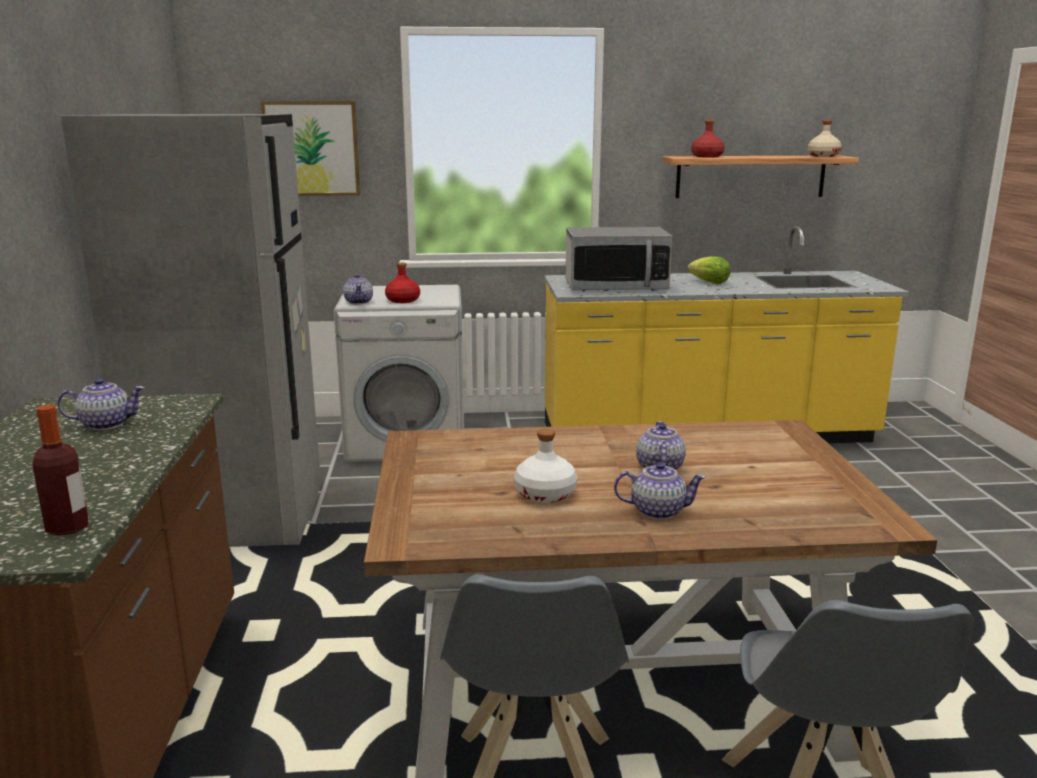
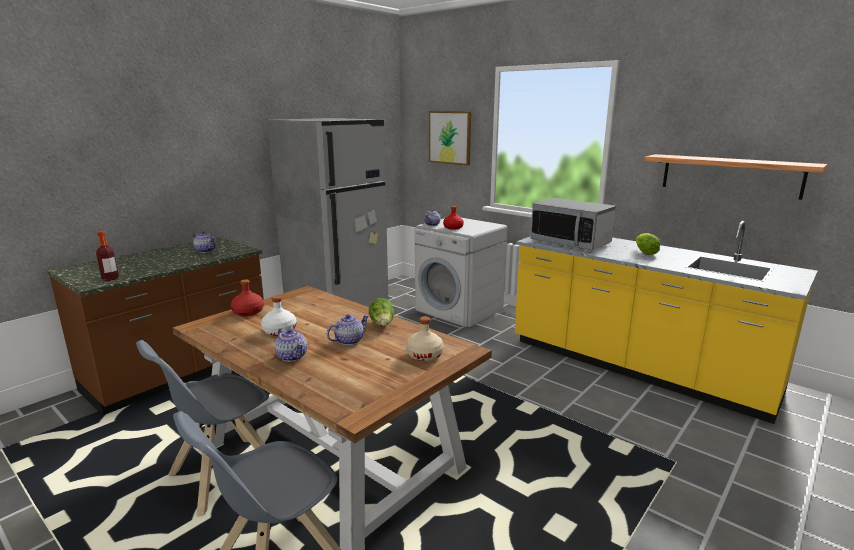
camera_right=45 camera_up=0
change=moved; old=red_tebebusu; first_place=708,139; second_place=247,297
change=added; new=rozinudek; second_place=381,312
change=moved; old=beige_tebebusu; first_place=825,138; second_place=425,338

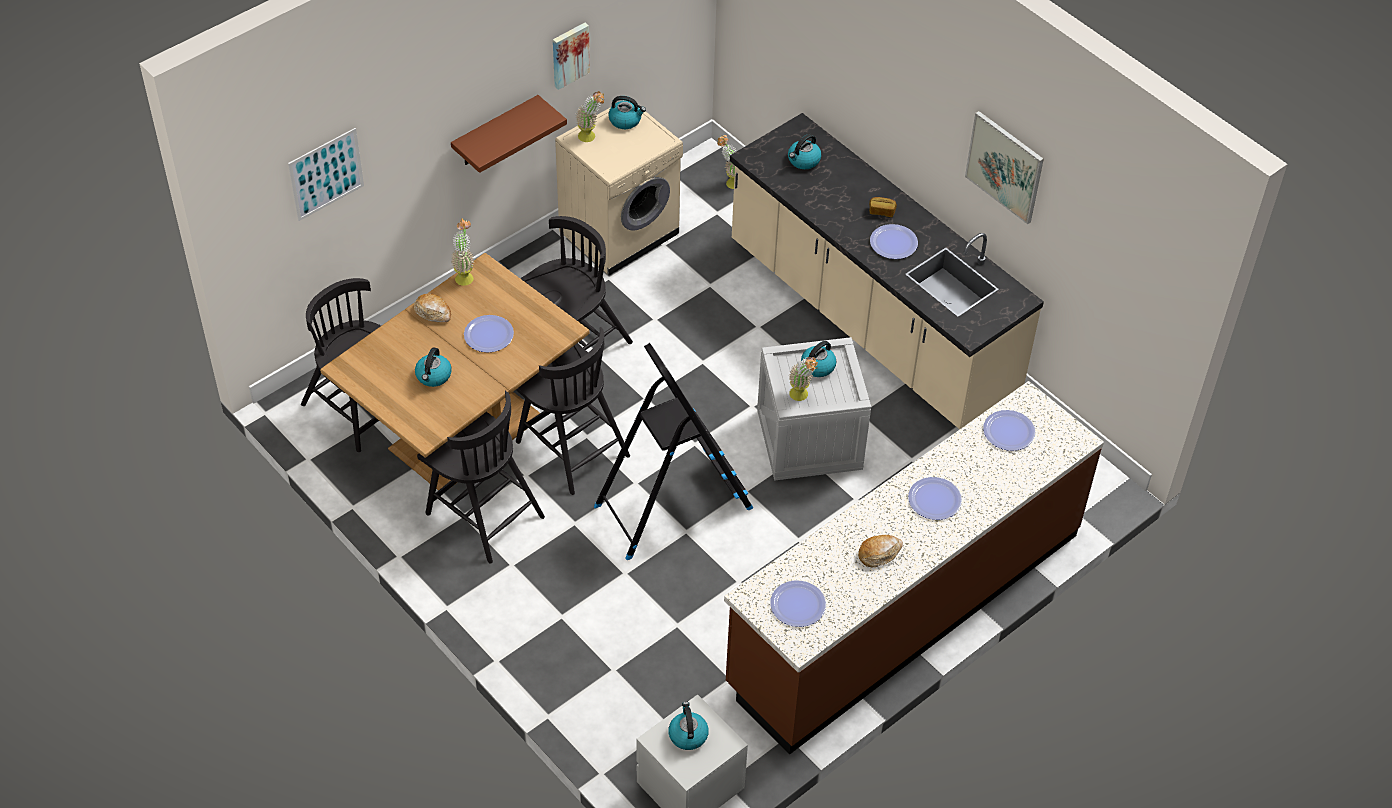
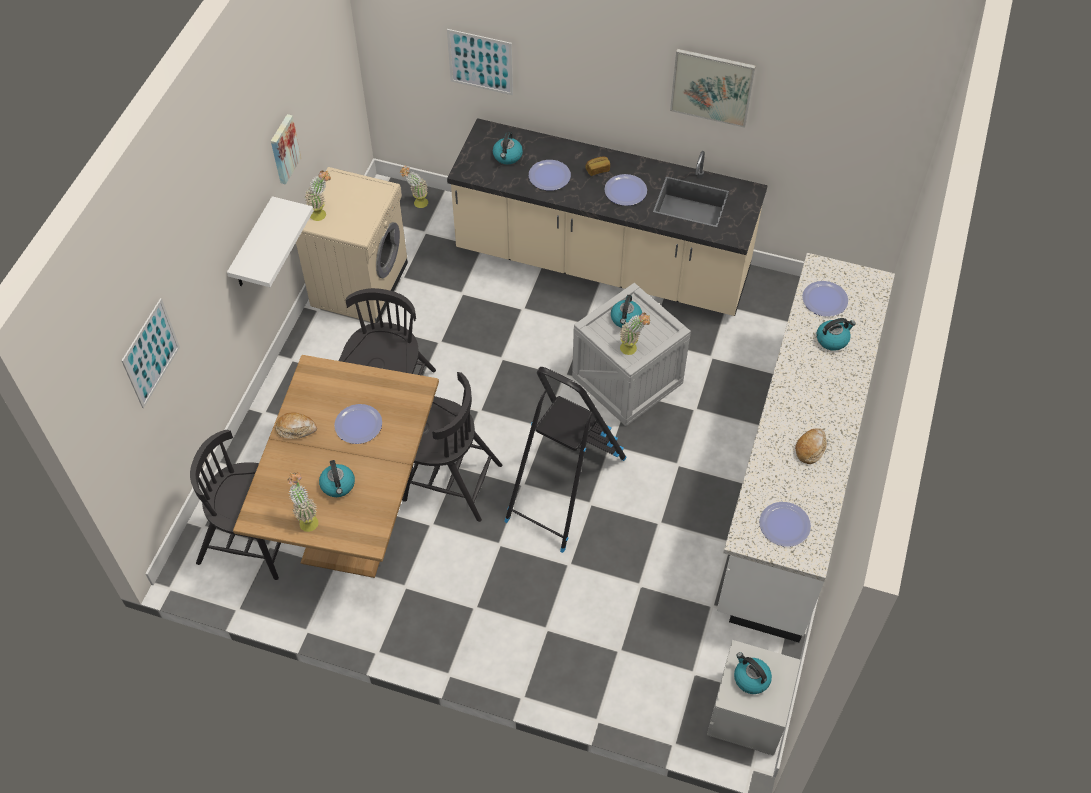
camera_right=-30 camera_up=5
change=recoloured; old=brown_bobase; new=white_bobase; first_place=509,134; second_place=270,241
change=moved; old=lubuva; first_place=462,252; second_place=303,502
change=added; new=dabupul; second_place=480,62
change=moved; old=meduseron; first_place=935,498; second_place=550,175
change=recoloured; old=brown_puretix; new=white_puretix; first_place=914,568; second_place=806,447
change=moved; old=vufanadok; first_place=627,112; second_place=836,334
change=removed; old=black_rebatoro; first_place=481,477

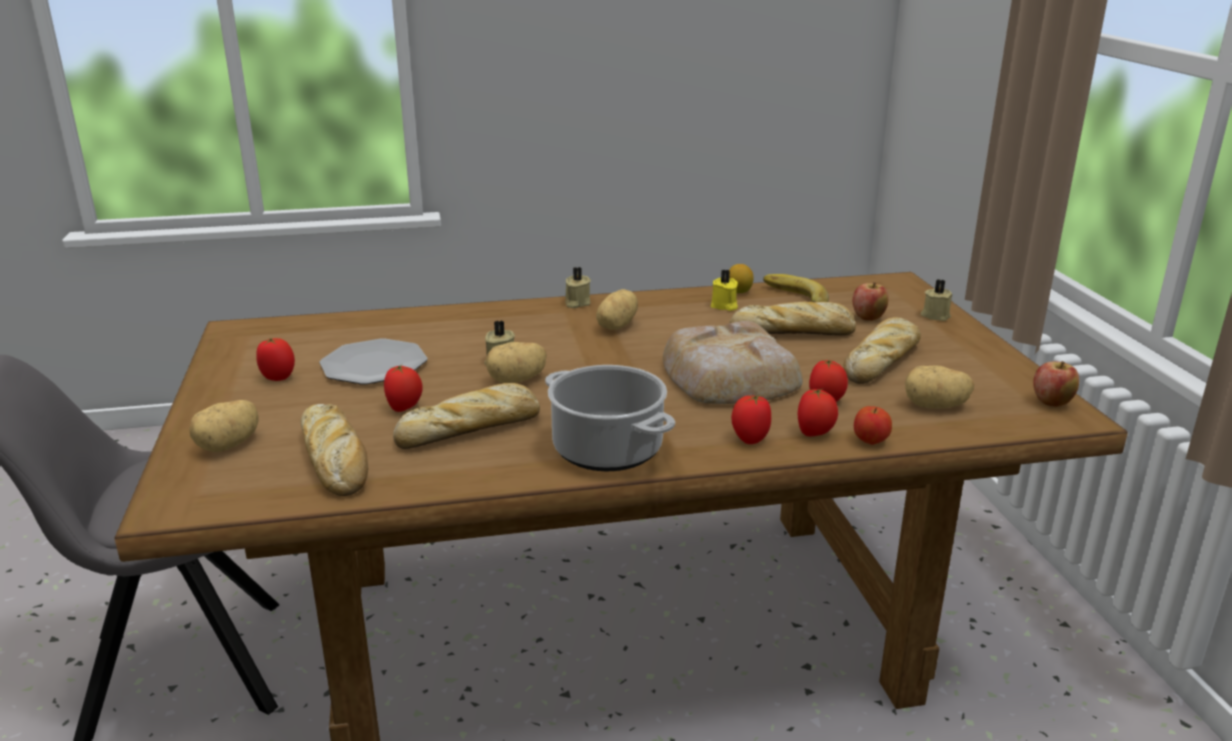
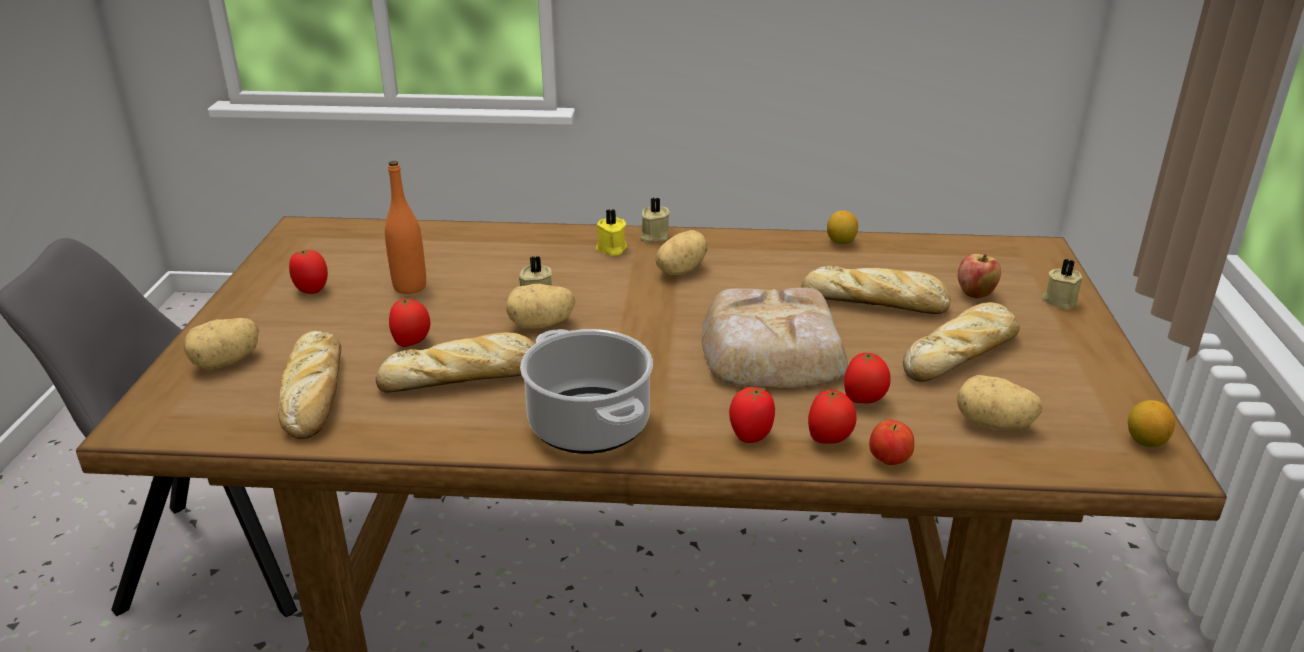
camera_right=15 camera_up=5
change=replaced; old=meduseron; new=orange_tebebusu; first_place=373,361; second_place=405,227
change=moved; old=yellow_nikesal; first_place=724,290; second_place=612,233
change=replaced; old=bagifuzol; new=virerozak; first_place=1056,384; second_place=1151,423
change=removed; old=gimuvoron; first_place=796,288

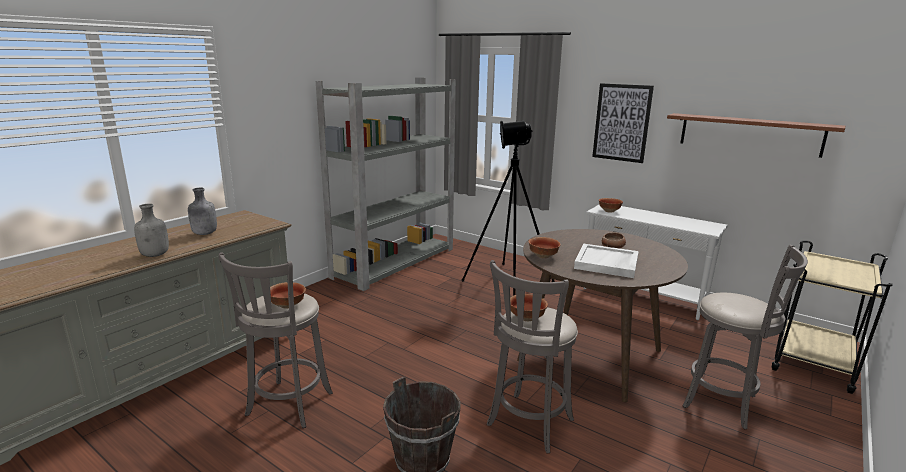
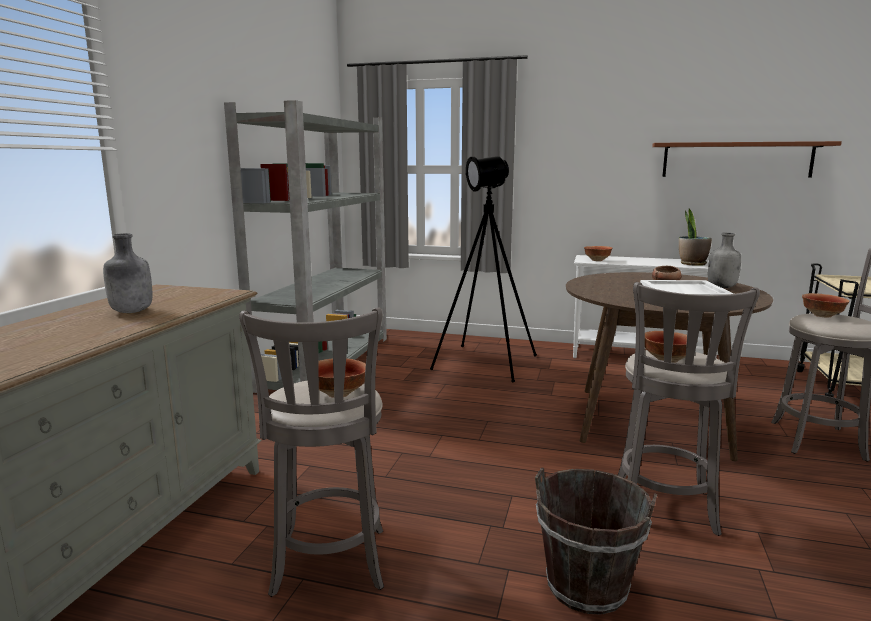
camera_right=-20 camera_up=-5
change=added; new=lubuva; second_place=695,237
change=moved; old=grey_tebebusu; first_place=151,230; second_place=724,260
change=moved; old=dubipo; first_place=544,247; second_place=826,305
change=removed; old=dabupul; first_place=623,123

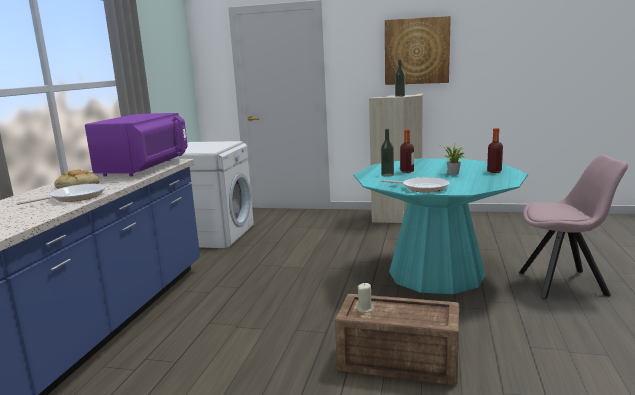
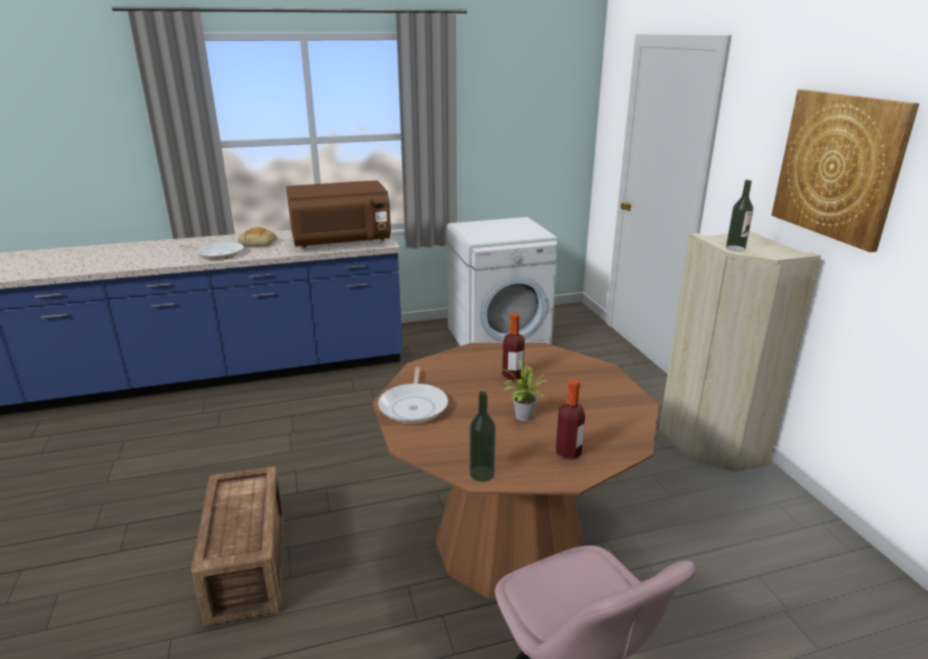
camera_right=60 camera_up=10
change=recoloured; old=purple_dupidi; new=brown_dupidi; first_place=136,144; second_place=338,214
change=recoloured; old=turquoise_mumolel; new=brown_mumolel; first_place=440,226; second_place=515,471
change=moved; old=tebebusu; first_place=387,153; second_place=482,436
change=removed; old=beige_nikesal; first_place=365,298

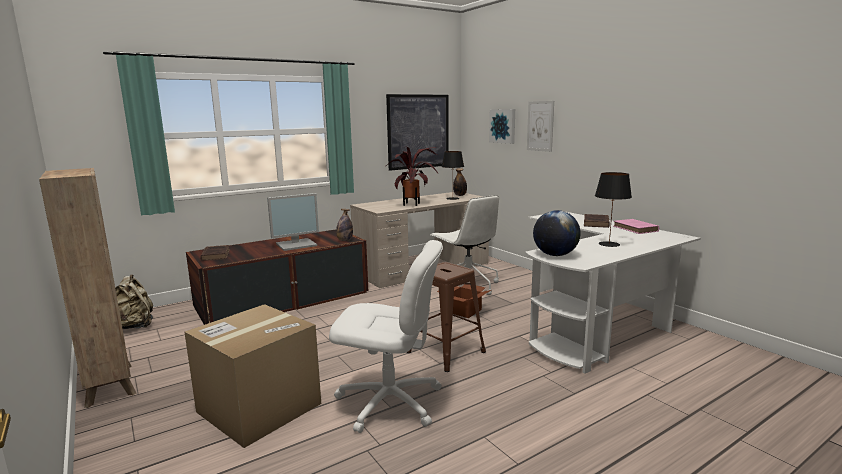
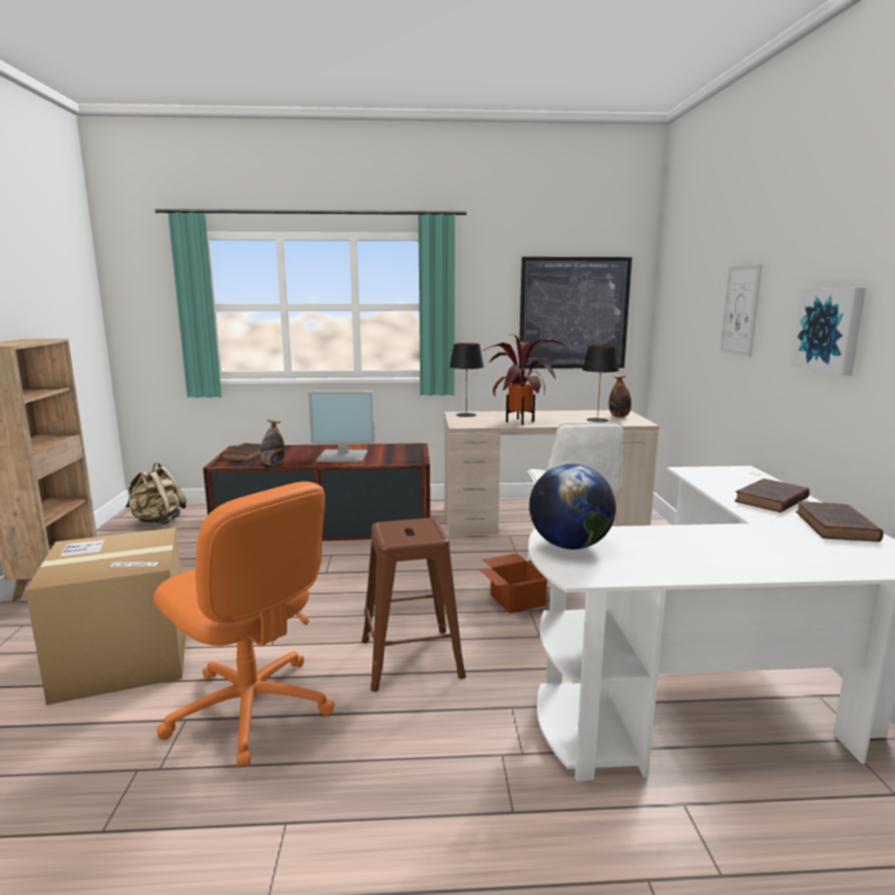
camera_right=30 camera_up=0
change=recoloured; old=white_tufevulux; new=orange_tufevulux; first_place=386,336; second_place=244,624
change=moved; old=tebebusu; first_place=344,225; second_place=273,442
change=moved; old=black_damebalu; first_place=613,209; second_place=467,380
change=moved; old=dabupul; first_place=502,126; second_place=828,332
change=recoloured; old=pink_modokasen; new=brown_modokasen; first_place=636,226; second_place=839,521

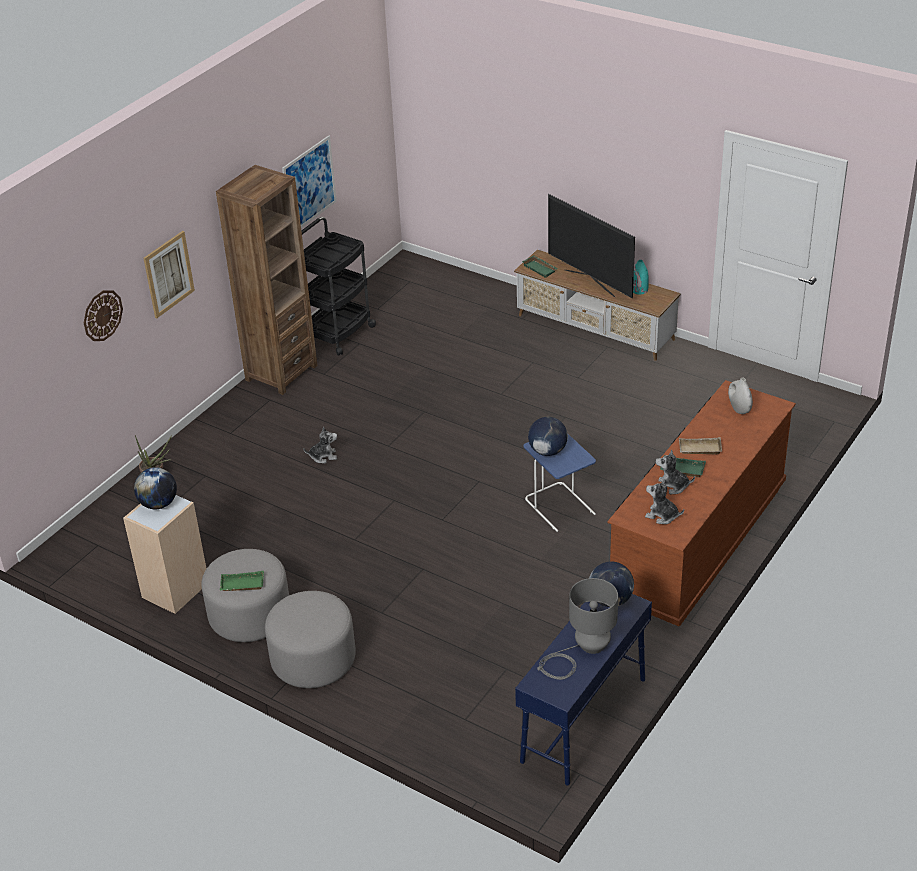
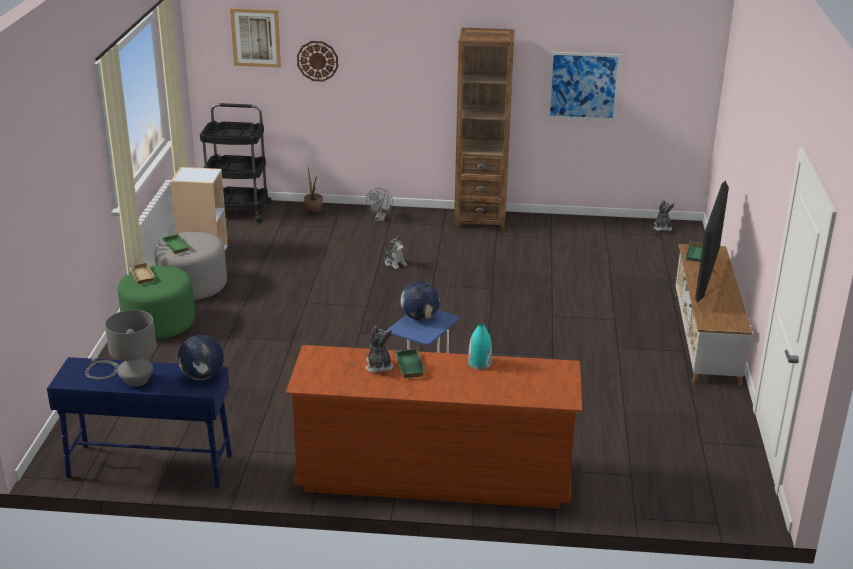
camera_right=60 camera_up=-10
change=recoloured; old=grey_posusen; new=green_posusen; first_place=310,639; second_place=156,302
change=moved; old=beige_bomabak; first_place=700,445; second_place=142,273
change=moved; old=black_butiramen; first_place=338,286; second_place=235,162
change=moved; old=dabupul; first_place=169,274; second_place=255,37
change=added; new=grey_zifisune; second_place=379,204
change=moved; old=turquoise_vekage; first_place=641,277; second_place=480,346
change=moved; old=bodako; first_place=664,501; second_place=664,215
change=removed; old=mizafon; first_place=155,488
change=removed; old=white_vekage; first_place=740,395

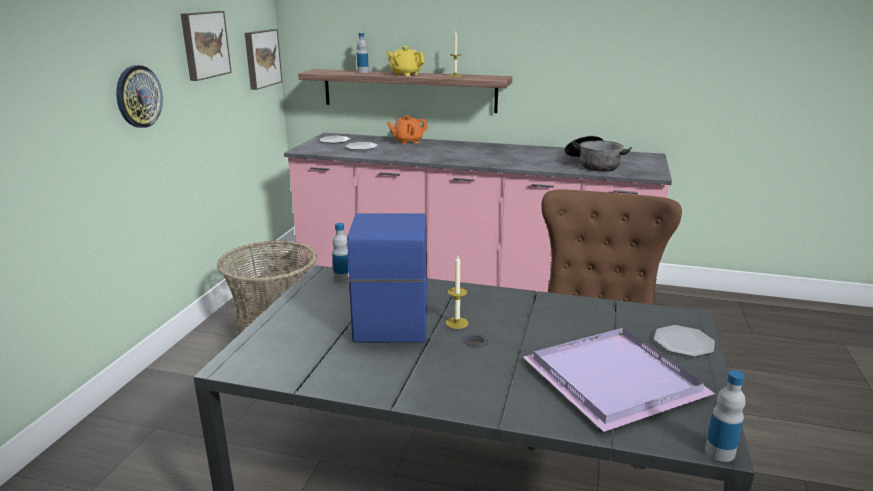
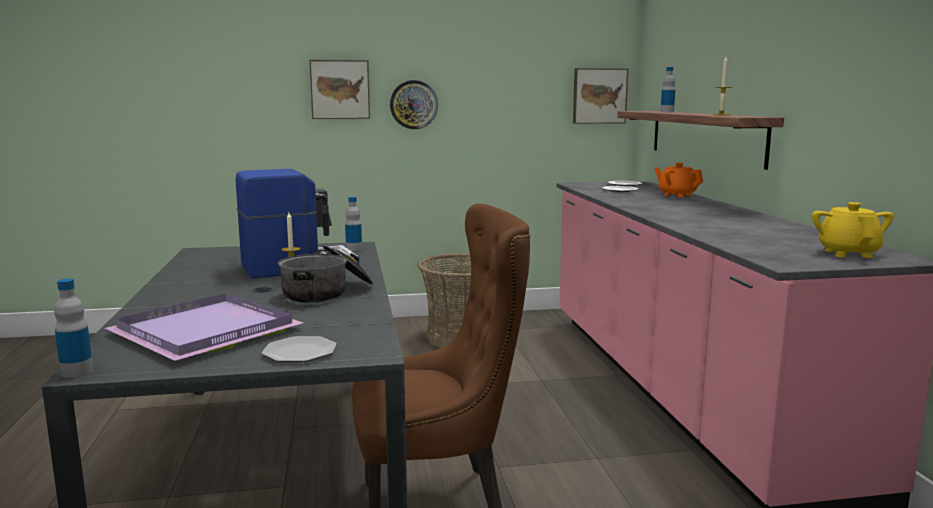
camera_right=65 camera_up=-10
change=moved; old=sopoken; first_place=598,154; second_place=325,274
change=moved; old=dabupul; first_place=206,46; second_place=339,89
change=moved; old=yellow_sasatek; first_place=405,61; second_place=853,230

